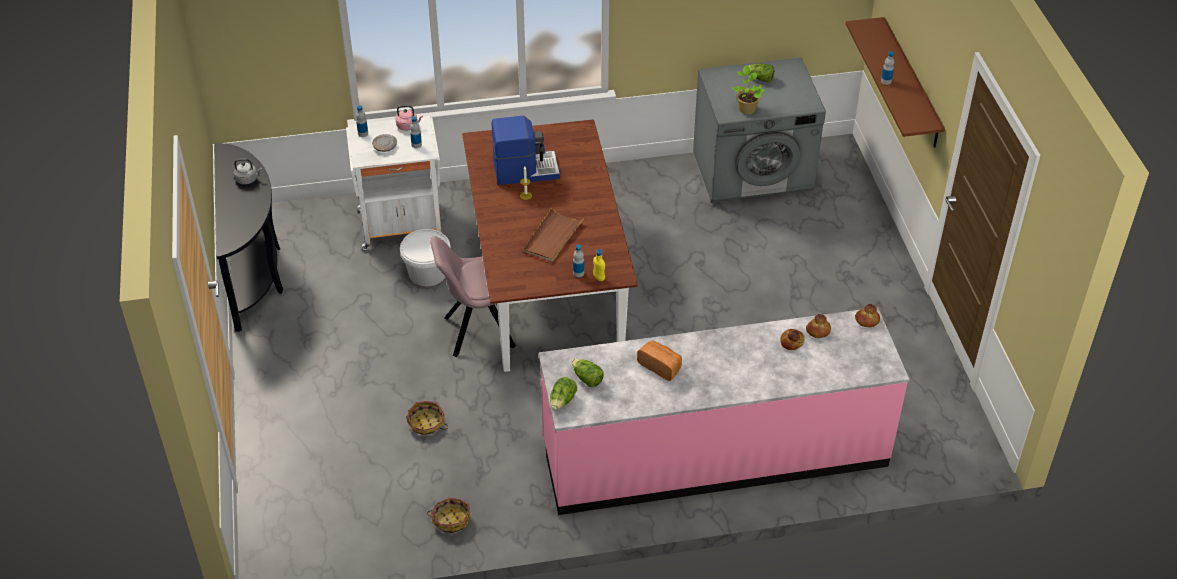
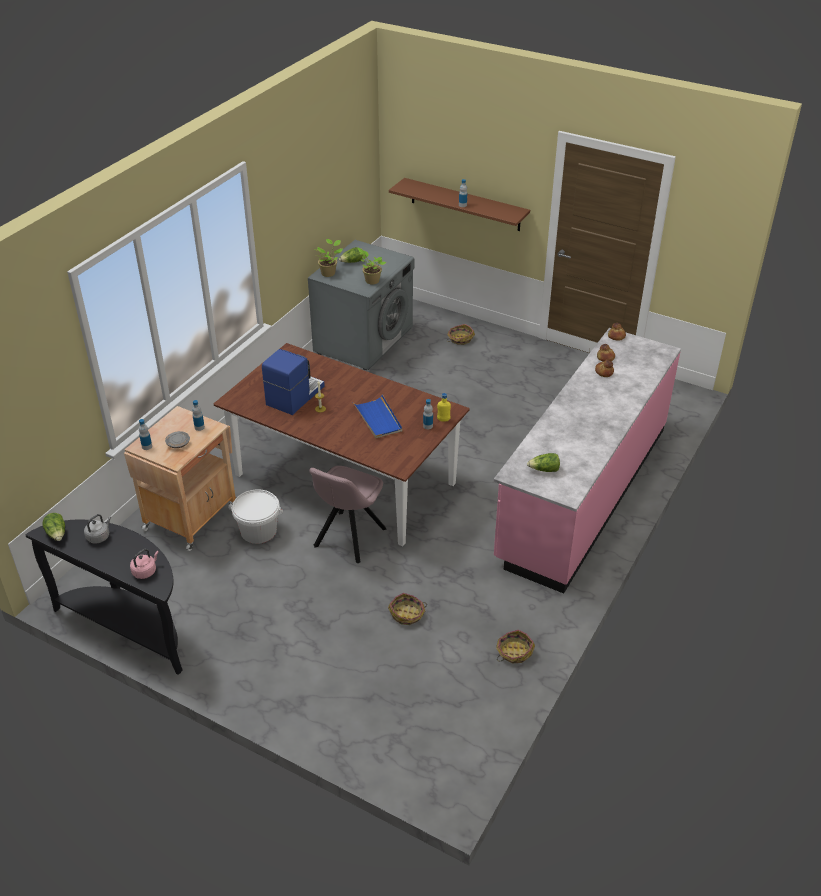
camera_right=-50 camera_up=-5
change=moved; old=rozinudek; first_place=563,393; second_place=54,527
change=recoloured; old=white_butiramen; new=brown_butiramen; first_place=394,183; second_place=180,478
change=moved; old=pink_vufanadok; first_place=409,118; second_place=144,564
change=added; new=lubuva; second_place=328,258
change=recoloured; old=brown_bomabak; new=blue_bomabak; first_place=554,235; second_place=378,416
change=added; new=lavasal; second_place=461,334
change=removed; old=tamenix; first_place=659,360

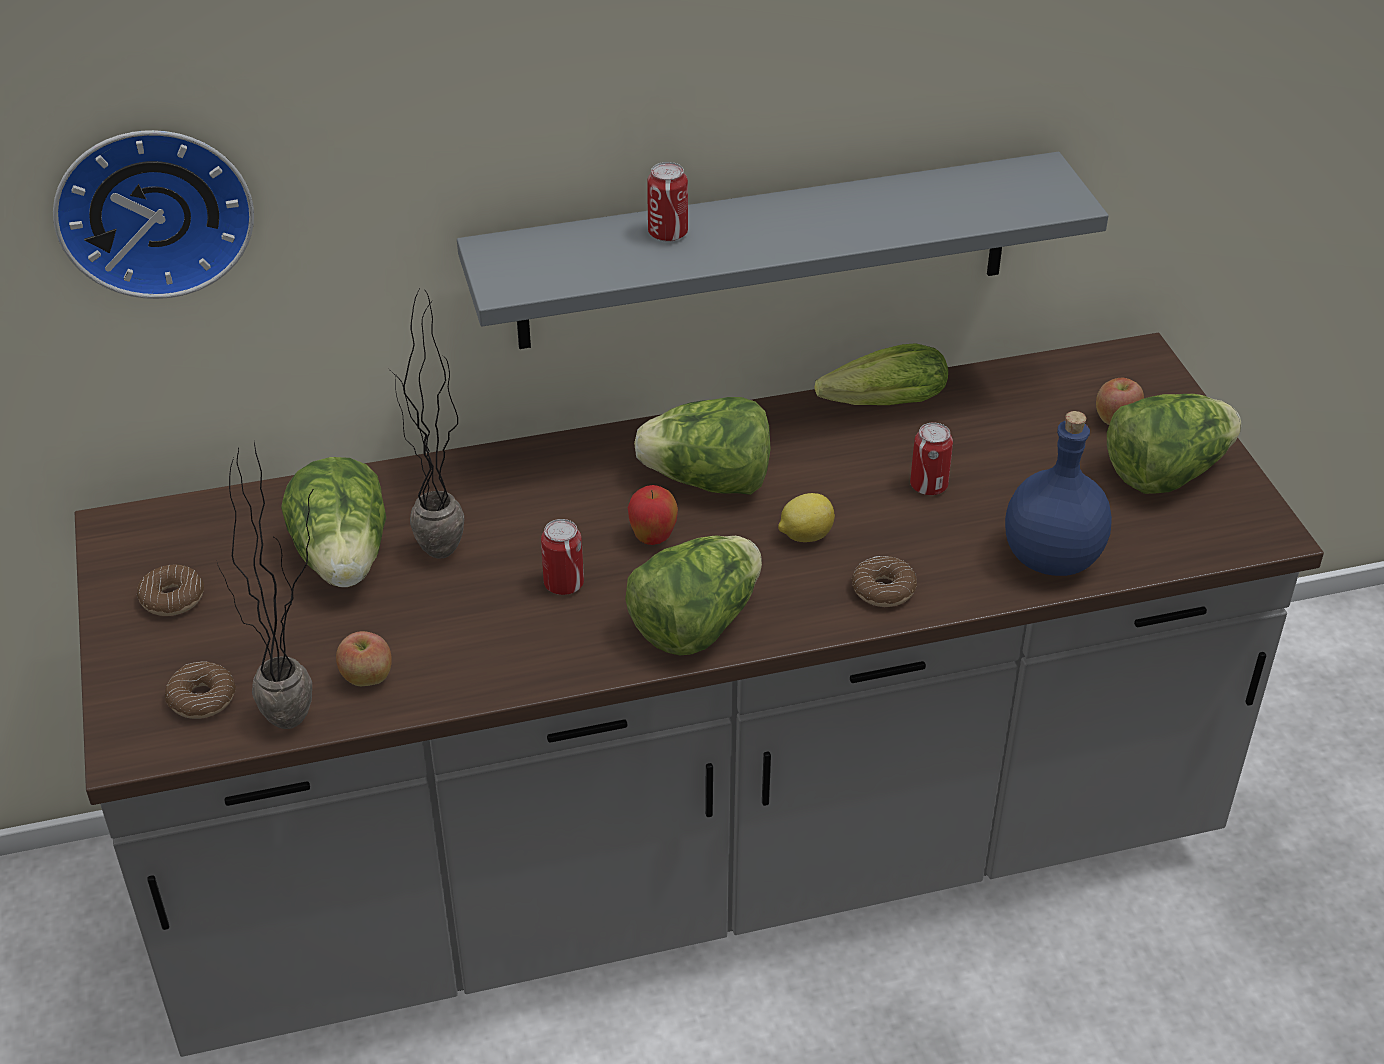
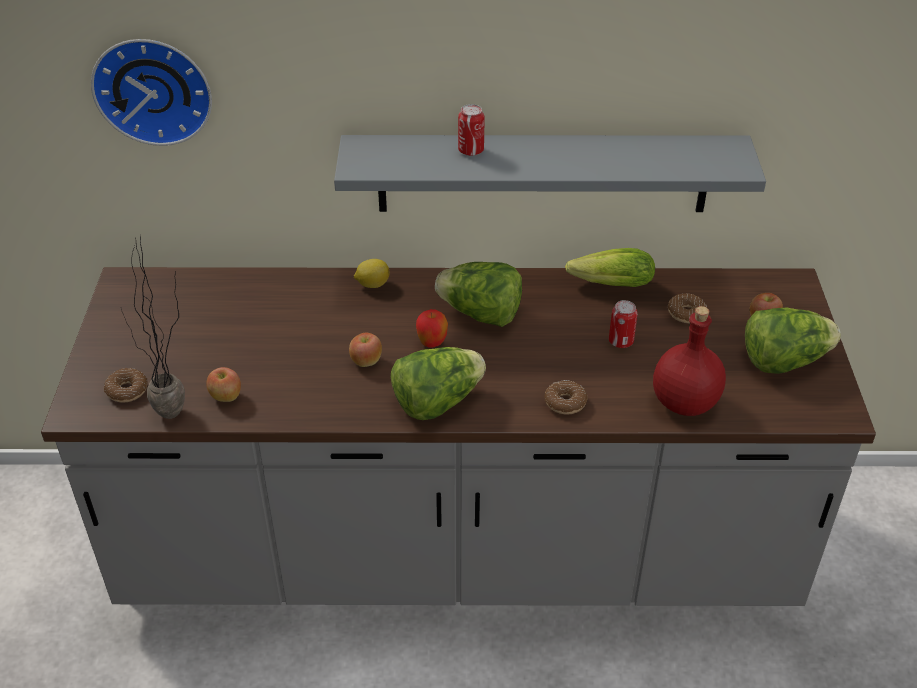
camera_right=15 camera_up=0
change=replaced; old=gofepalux; new=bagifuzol; first_place=562,557; second_place=365,350
change=moved; old=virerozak; first_place=806,517; second_place=372,273
change=recoloured; old=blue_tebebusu; new=red_tebebusu; first_place=1058,493; second_place=689,361
change=moved; old=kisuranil; first_place=170,590; second_place=687,308
change=removed; old=rozinudek; first_place=333,522
change=removed; old=lubuva; first_place=427,424

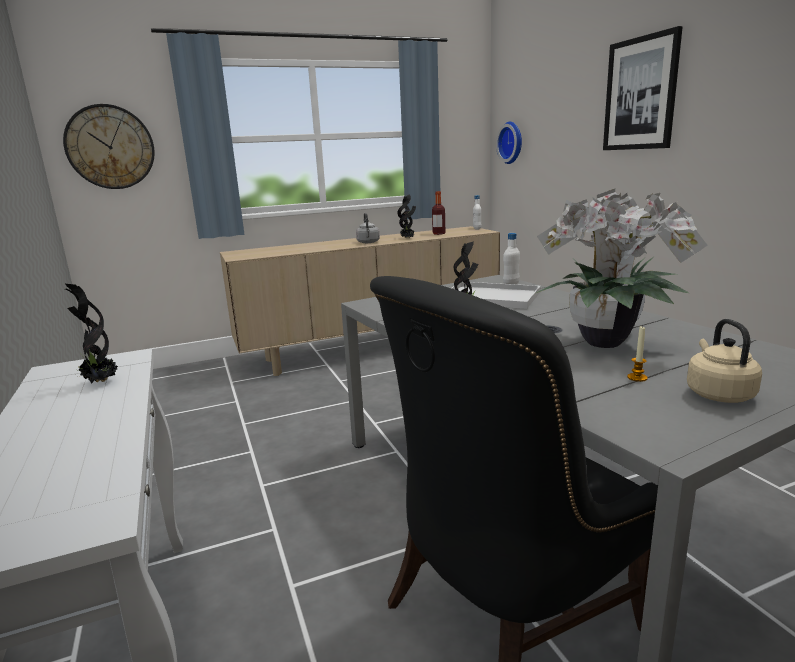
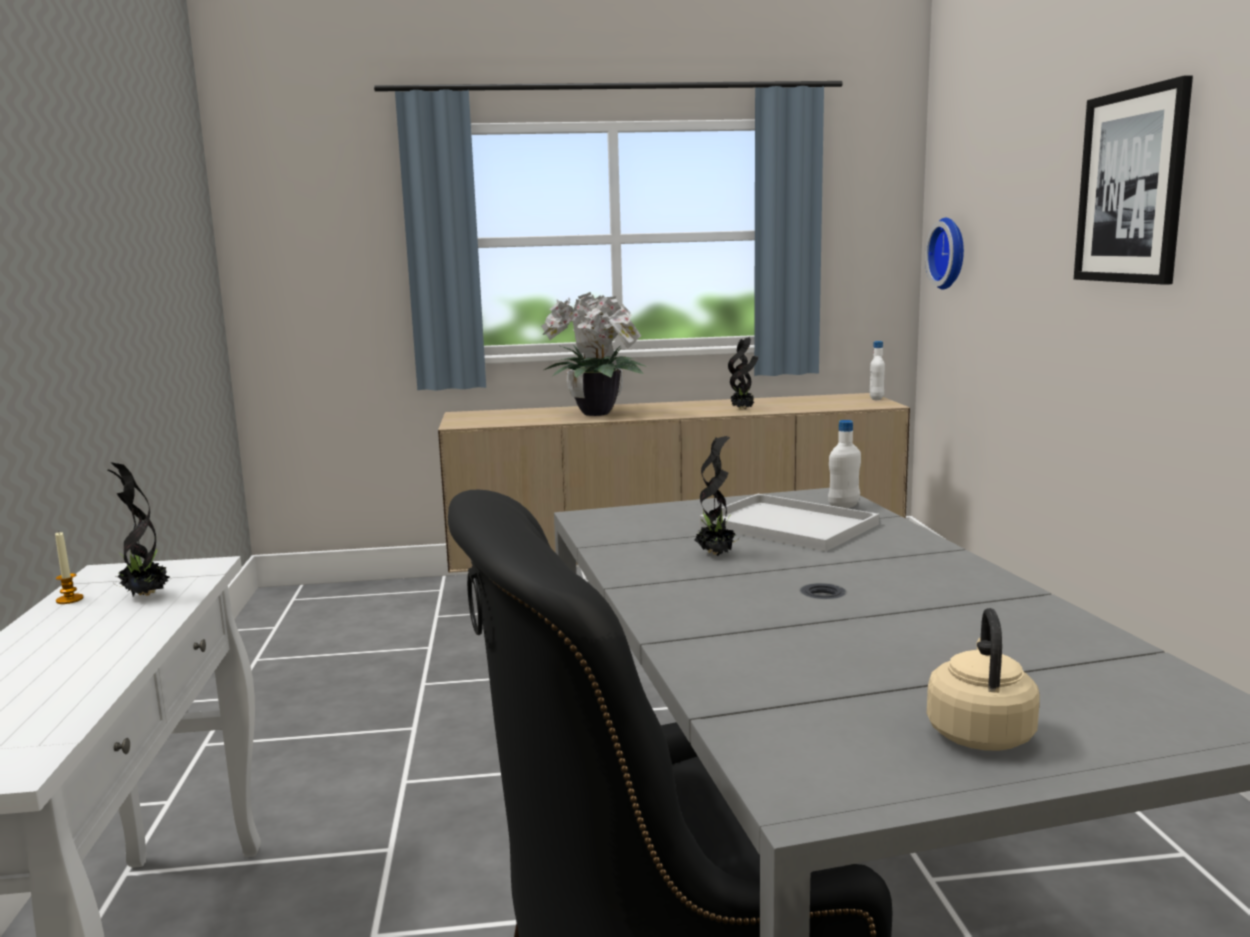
camera_right=15 camera_up=-5
change=moved; old=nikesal; first_place=637,353; second_place=69,568
change=moved; old=lubuva; first_place=622,268; second_place=594,354
change=removed; old=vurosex; first_place=109,146
change=removed; old=grey_vufanadok; first_place=368,228
change=removed; old=tebebusu; first_place=438,213

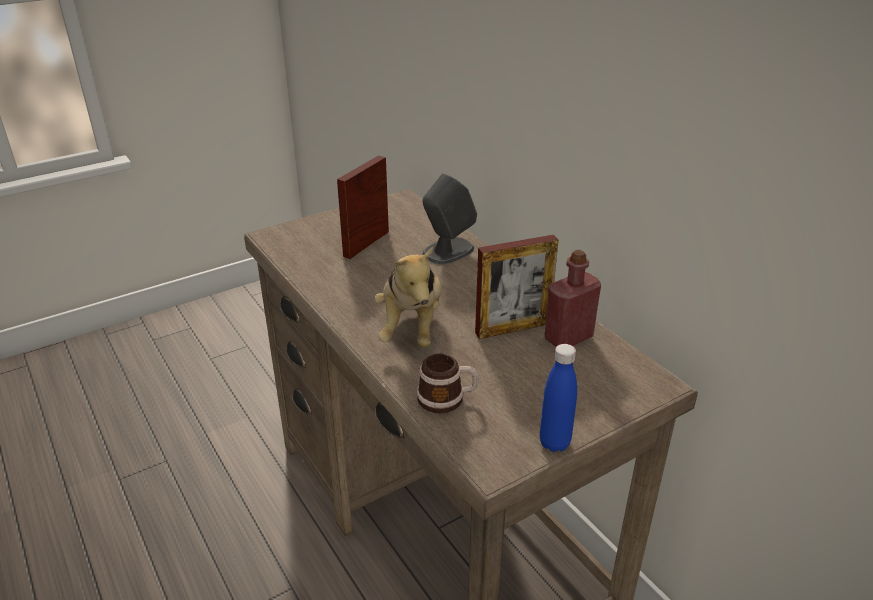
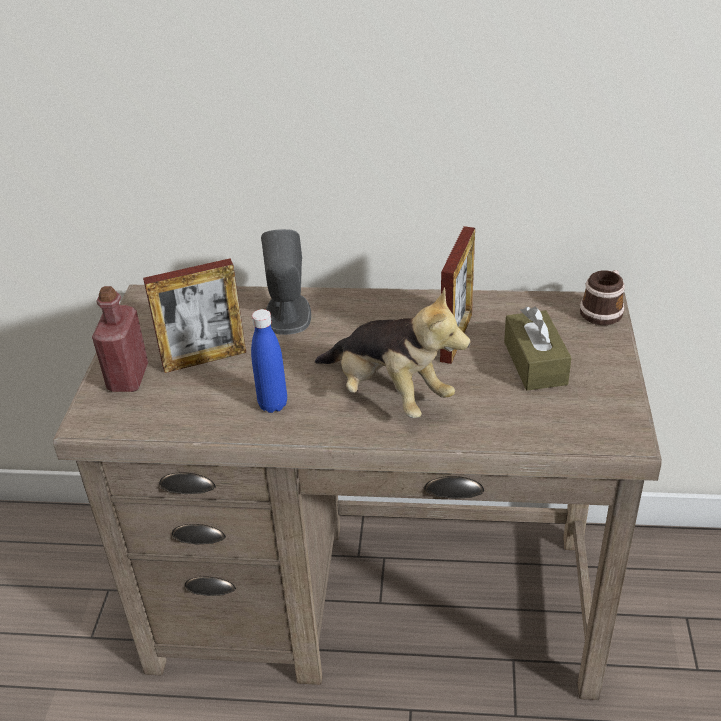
camera_right=-50 camera_up=5
change=moved; old=red_tebebusu; first_place=573,298; second_place=120,339
change=turned; old=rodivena; first_place=363,207; second_place=194,316; degrees=-90
change=moved; old=blue_tebebusu; first_place=558,398; second_place=269,361
change=added; new=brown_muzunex; second_place=538,349
change=moved; old=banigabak; first_place=448,383; second_place=602,297

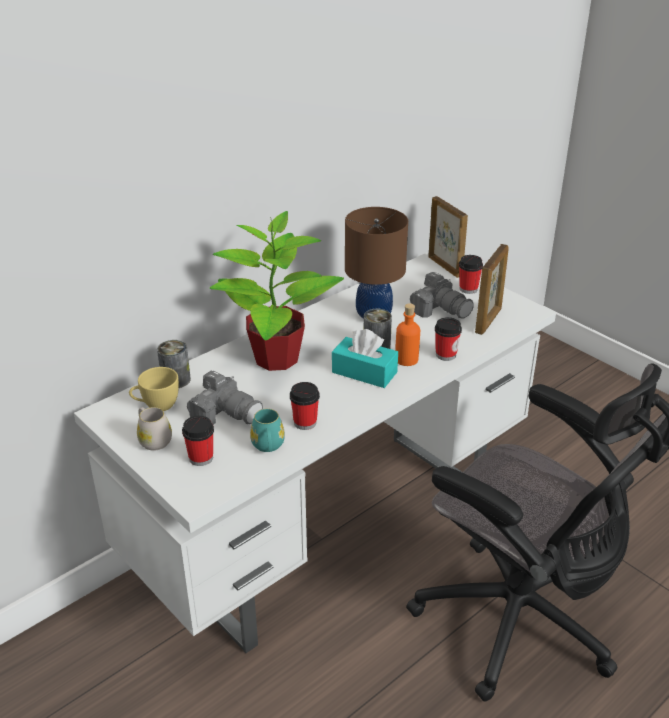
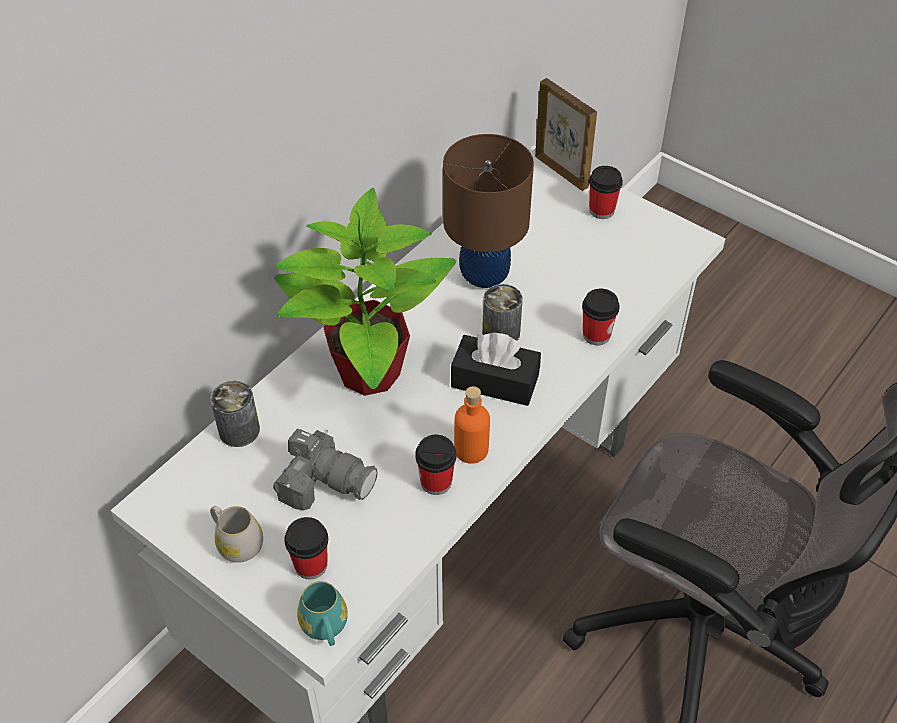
camera_right=-10 camera_up=15
change=moved; old=turquoise_banigabak; first_place=267,430; second_place=322,613
change=recoloured; old=turquoise_muzunex; new=black_muzunex; first_place=365,358; second_place=496,369
change=moved; old=orange_tebebusu; first_place=407,334; second_place=472,425
change=removed; old=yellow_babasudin; first_place=154,389
change=removed; old=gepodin; first_place=442,295
change=removed; old=rodivena; first_place=492,289

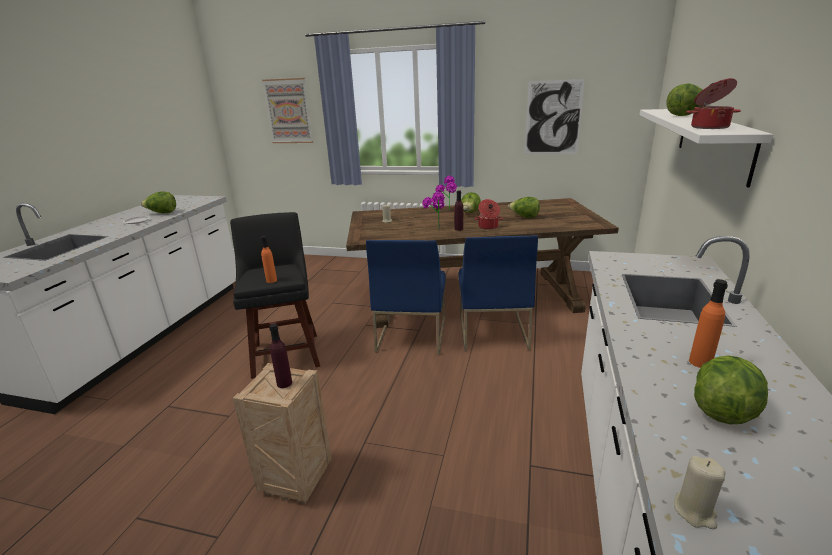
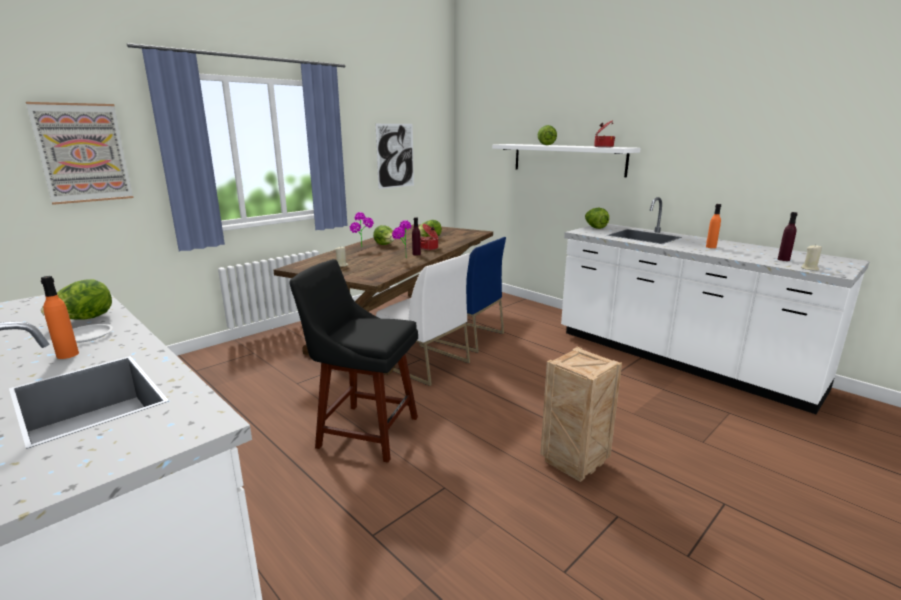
camera_right=-60 camera_up=-5
change=moved; old=orange_tebebusu; first_place=269,259; second_place=60,317
change=recoloured; old=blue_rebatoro; new=white_rebatoro; first_place=406,297; second_place=423,319
change=moved; old=rozinudek; first_place=731,389; second_place=597,218
change=moved; old=purple_tebebusu; first_place=280,356; second_place=788,236

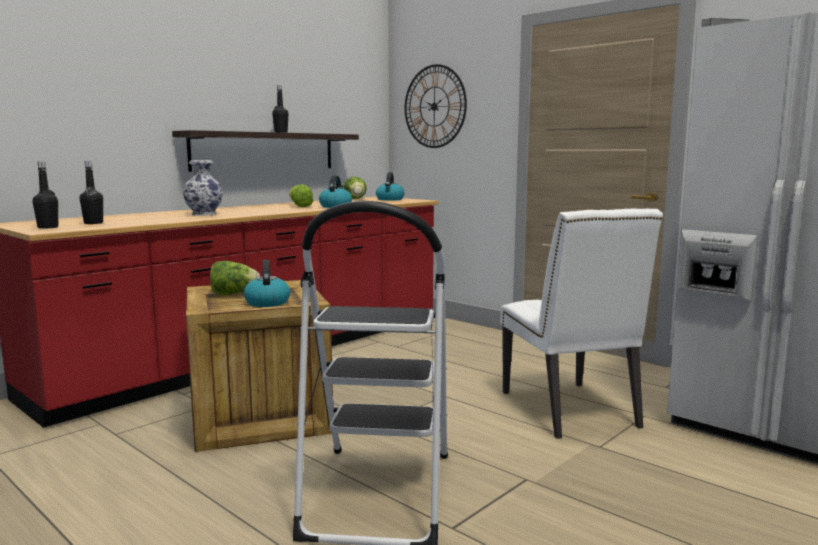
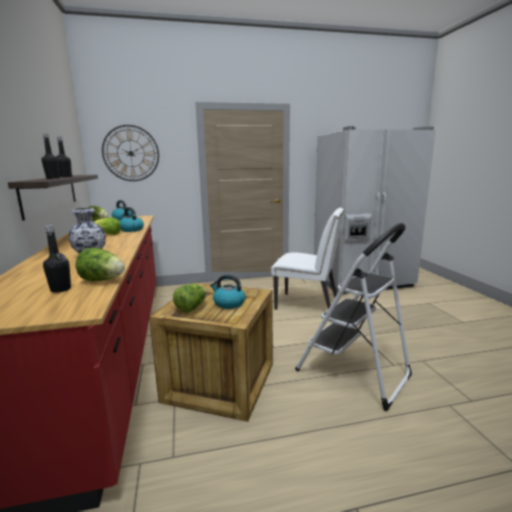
camera_right=-55 camera_up=5
change=moved; old=black_tebebusu; first_place=45,195; second_place=50,156
change=added; new=rozinudek; second_place=100,264

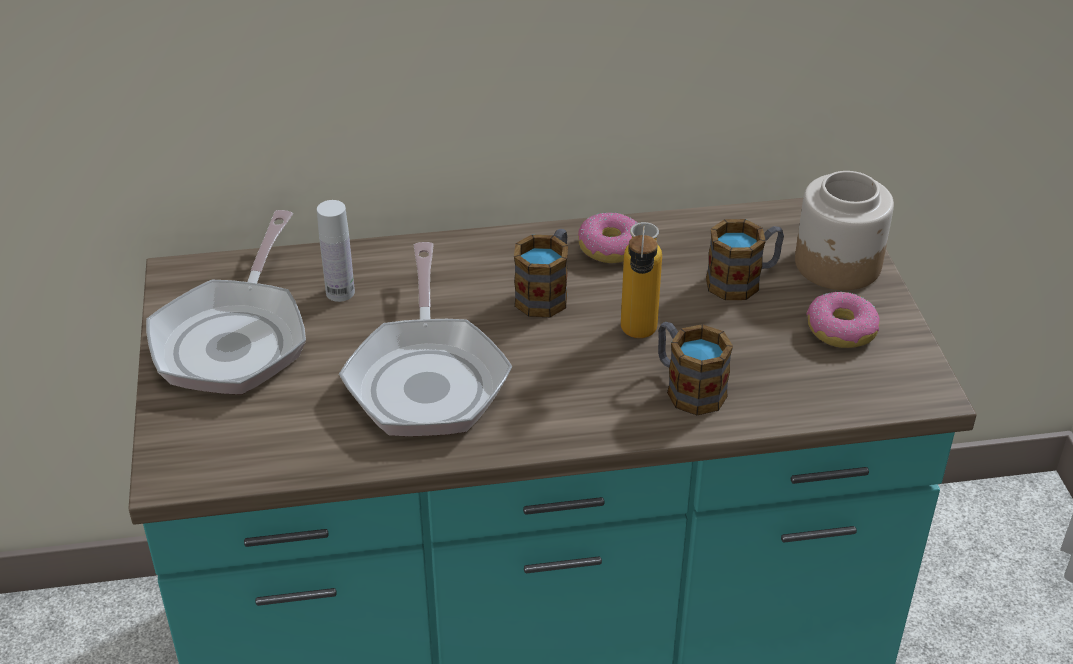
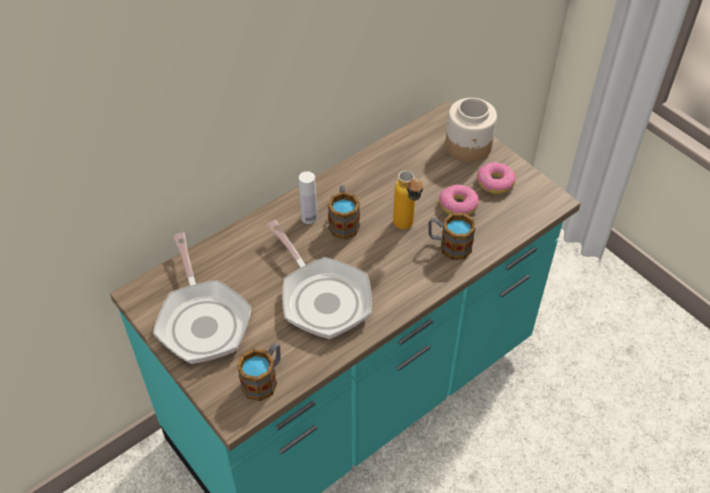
camera_right=-30 camera_up=10
change=moved; old=banigabak; first_place=745,259; second_place=259,372
change=moved; old=white_tebebusu; first_place=336,251; second_place=308,197
change=moved; old=kisuranil; first_place=607,237; second_place=459,200

